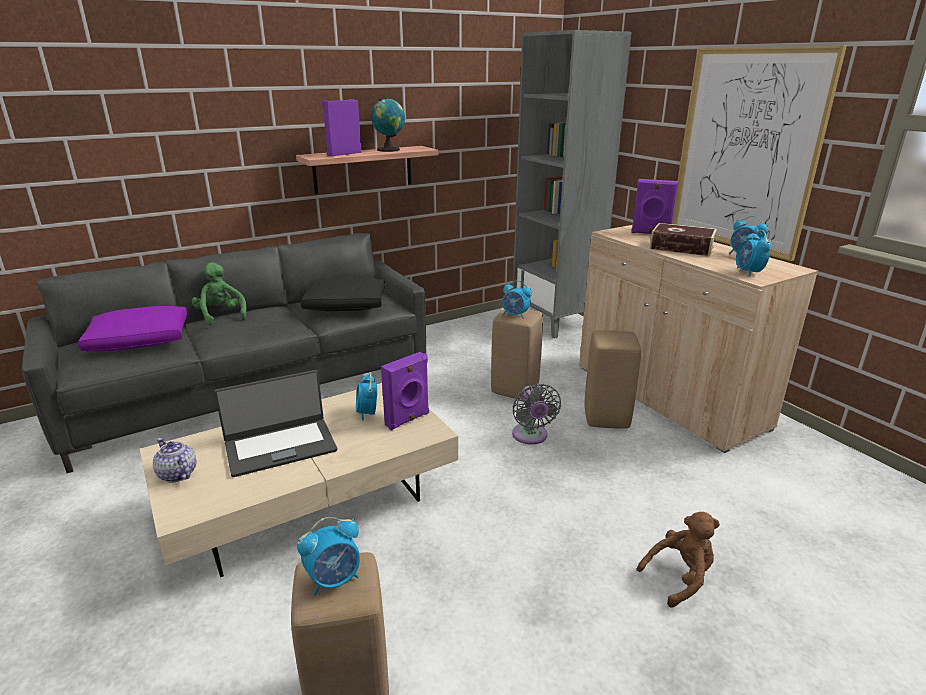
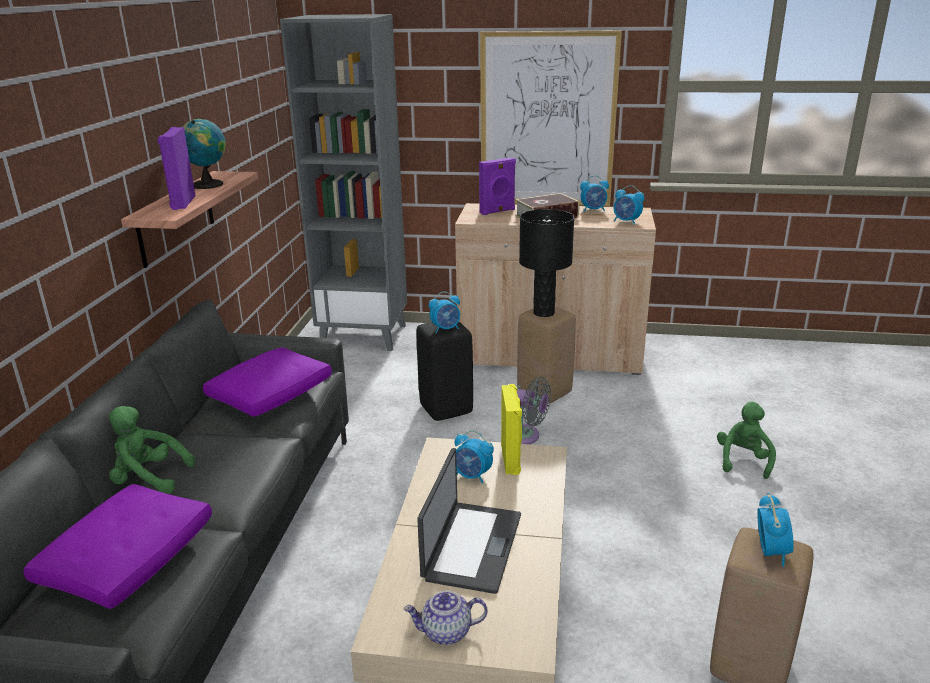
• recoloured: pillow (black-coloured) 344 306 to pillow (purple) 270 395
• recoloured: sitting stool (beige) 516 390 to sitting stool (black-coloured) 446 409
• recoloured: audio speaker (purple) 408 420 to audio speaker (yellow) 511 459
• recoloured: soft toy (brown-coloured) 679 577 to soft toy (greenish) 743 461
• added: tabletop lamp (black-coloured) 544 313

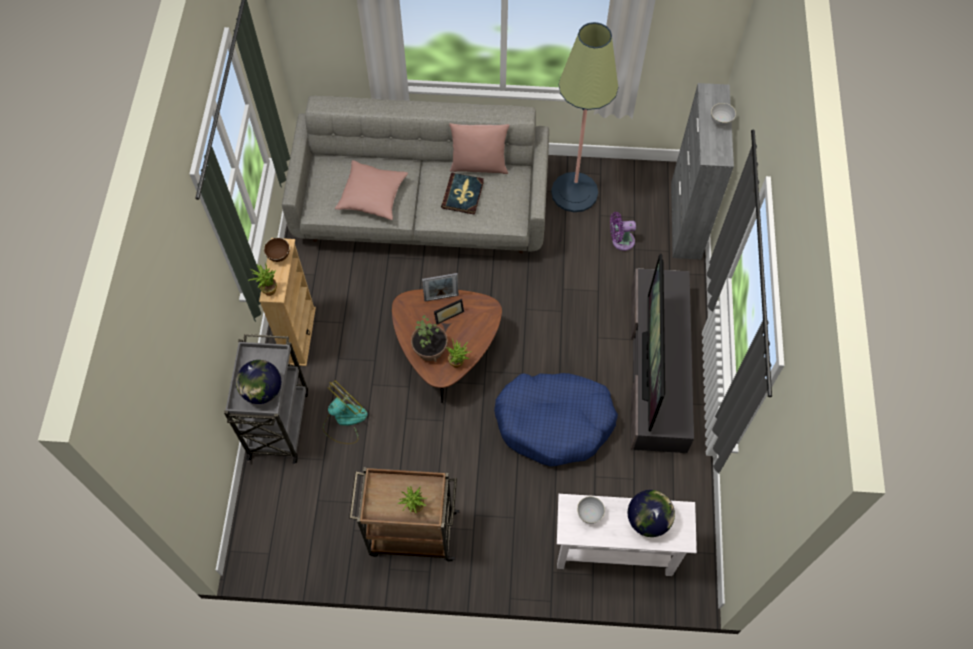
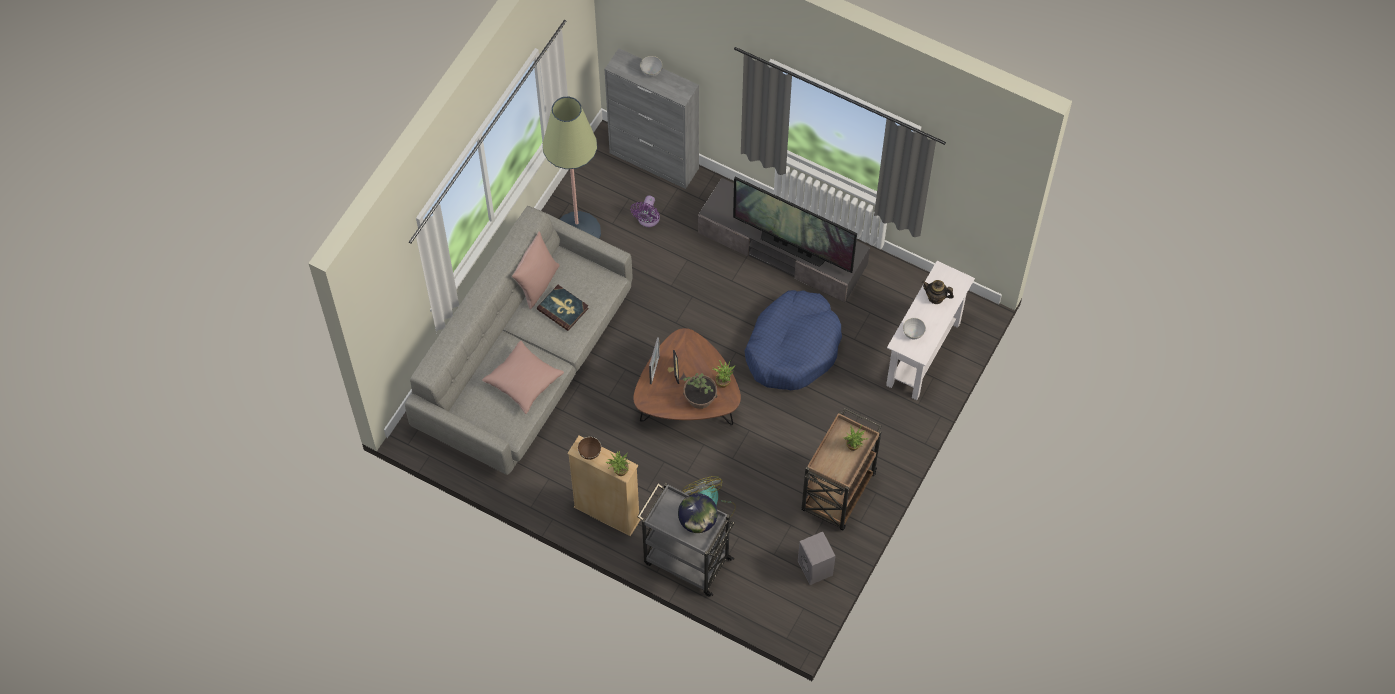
• replaced: world globe 647 520 to tea pot 936 297
• added: audio speaker (greyish) 816 568

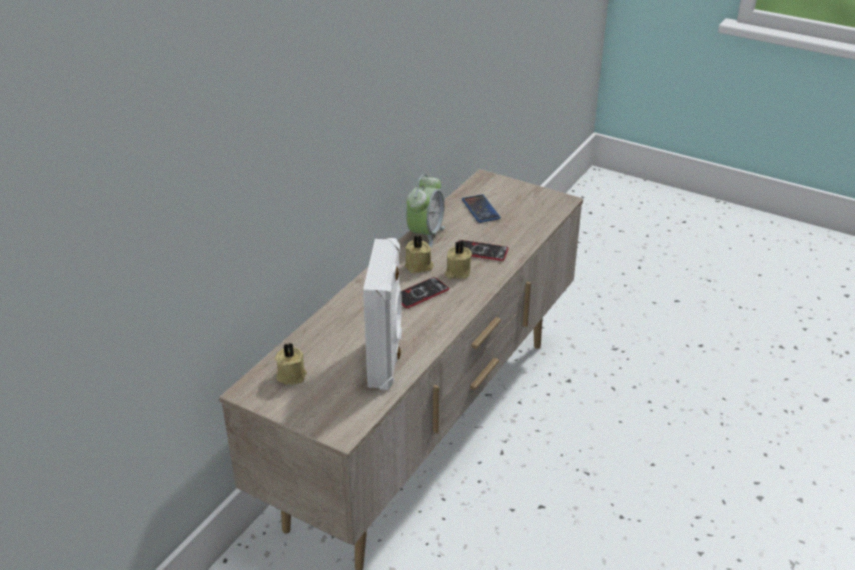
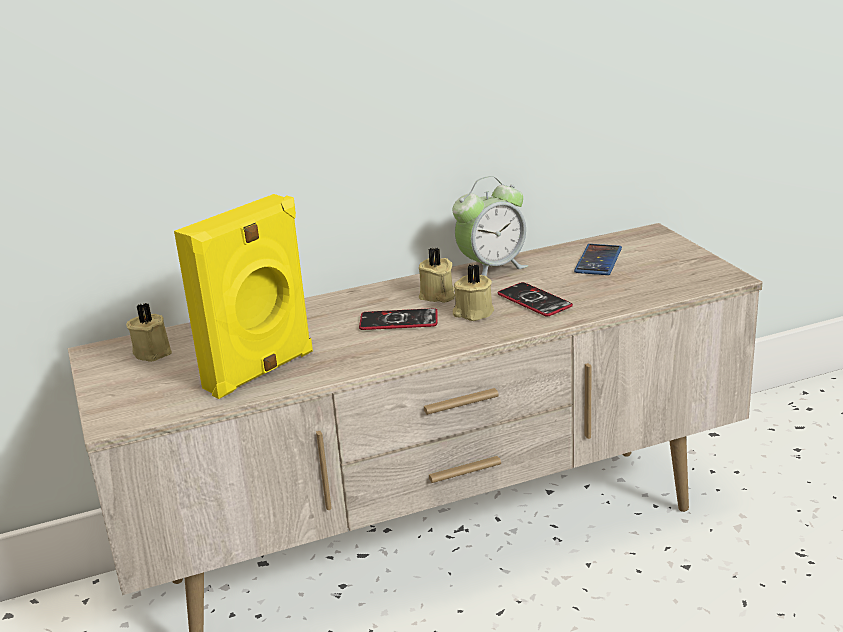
• recoloured: audio speaker (white-coloured) 386 360 to audio speaker (yellow) 261 371

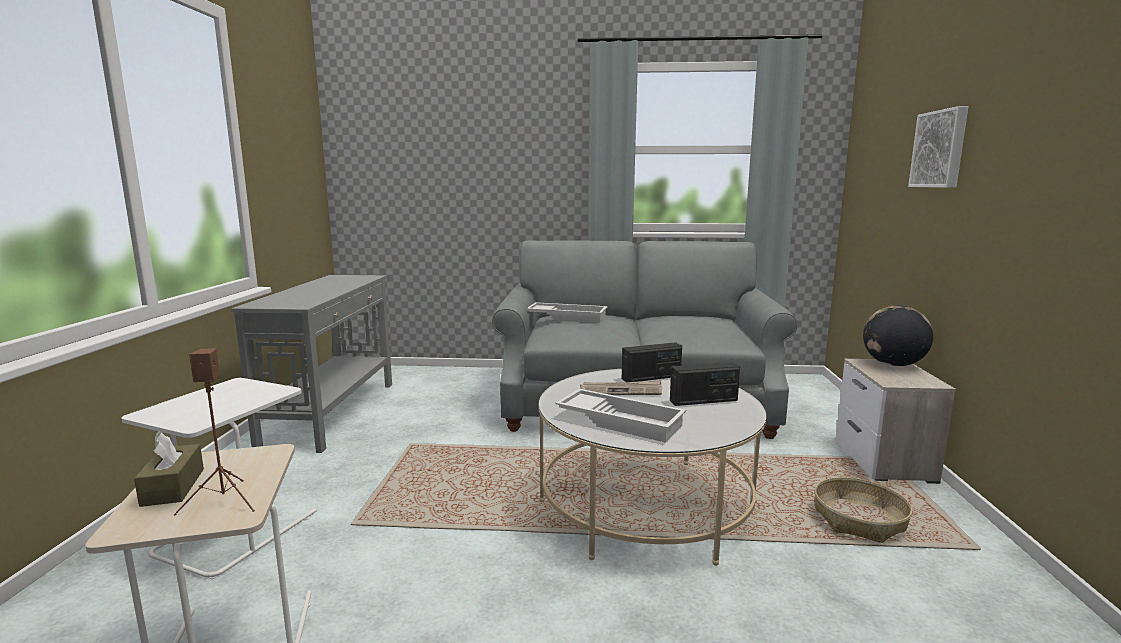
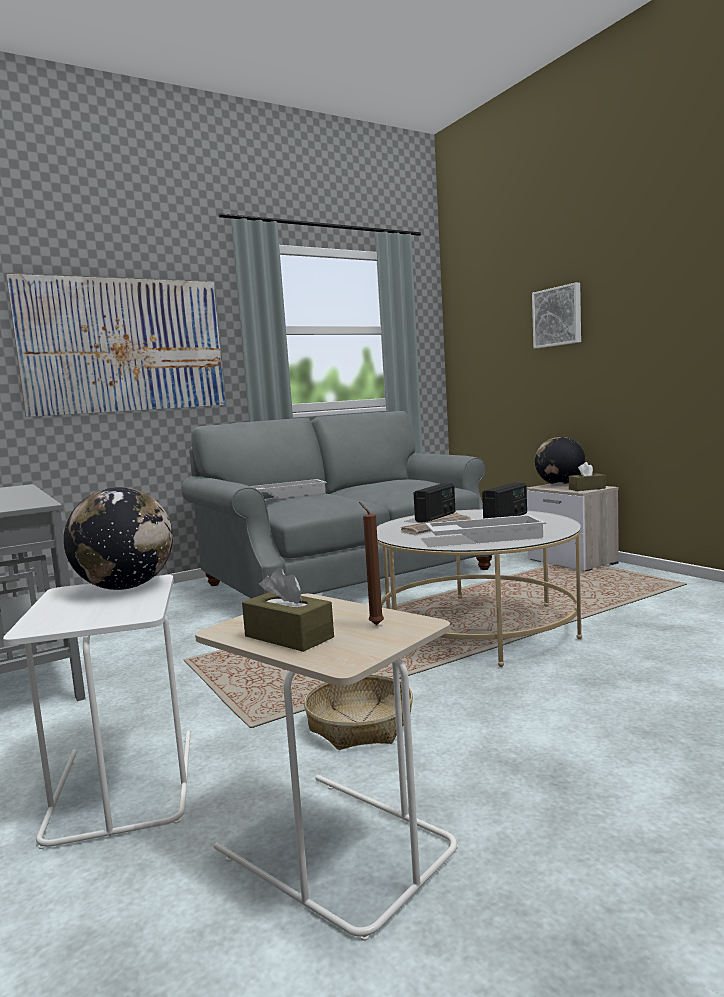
• replaced: audio speaker (brown-coloured) 225 501 to wax candle (brown-coloured) 374 624
• moved: storage basket 858 520 to 359 725
• added: picture 124 346
• added: box of tissues (brown-coloured) 587 488
• added: world globe 126 587

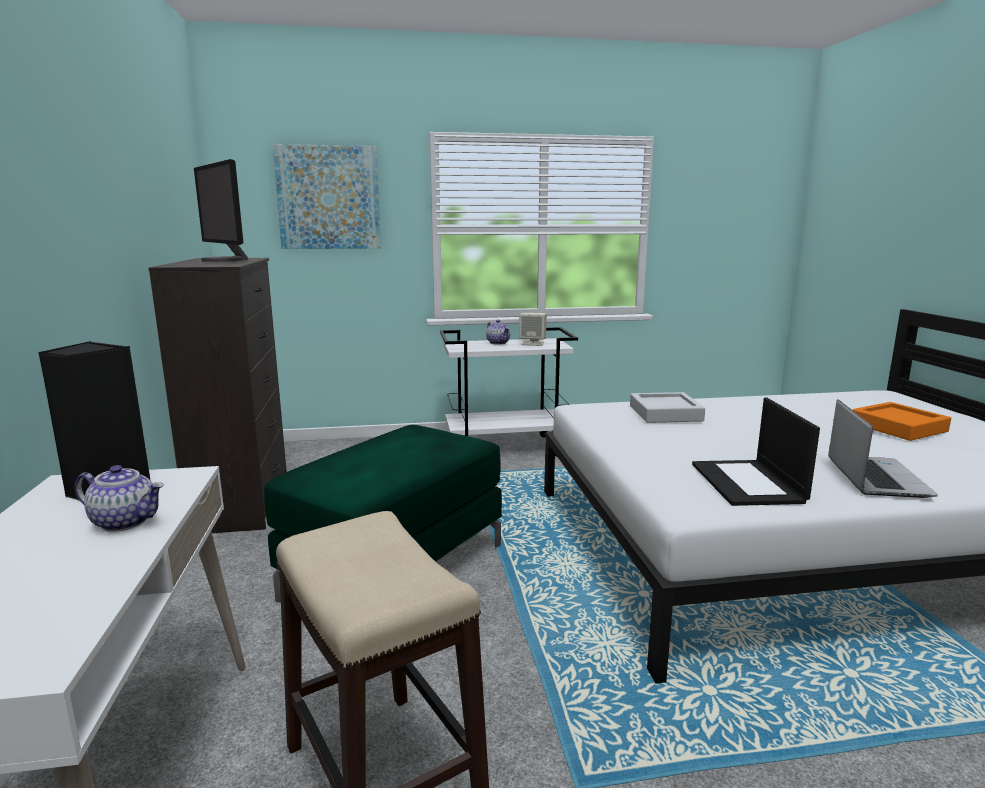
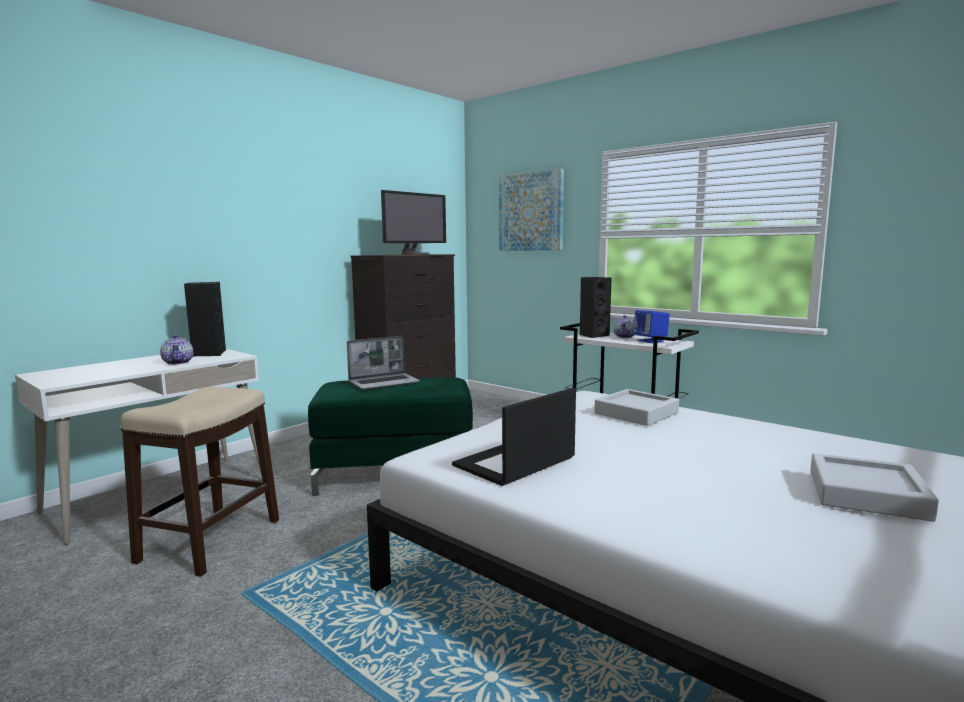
• turned: monitor 225 260 = 415 254 150 degrees counterclockwise
• recoloured: audio speaker (beige) 533 343 to audio speaker (blue-coloured) 650 341
• moved: notebook computer 875 477 to 384 383
• recoloured: tray (orangey) 898 427 to tray (greyish) 866 494
• added: audio speaker (black-coloured) 593 335

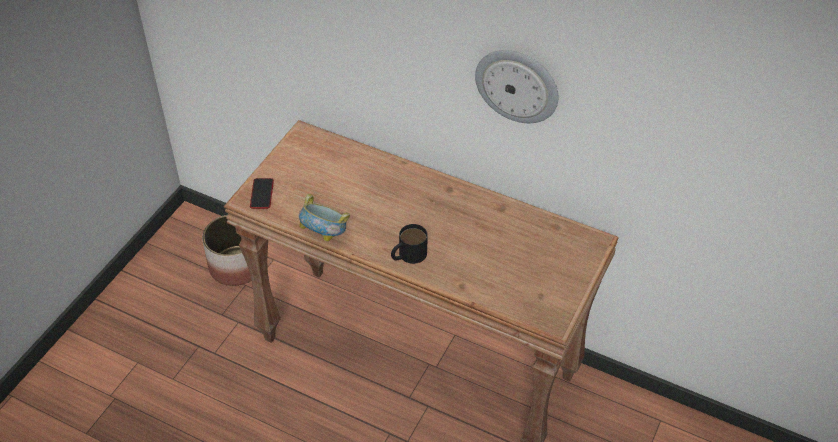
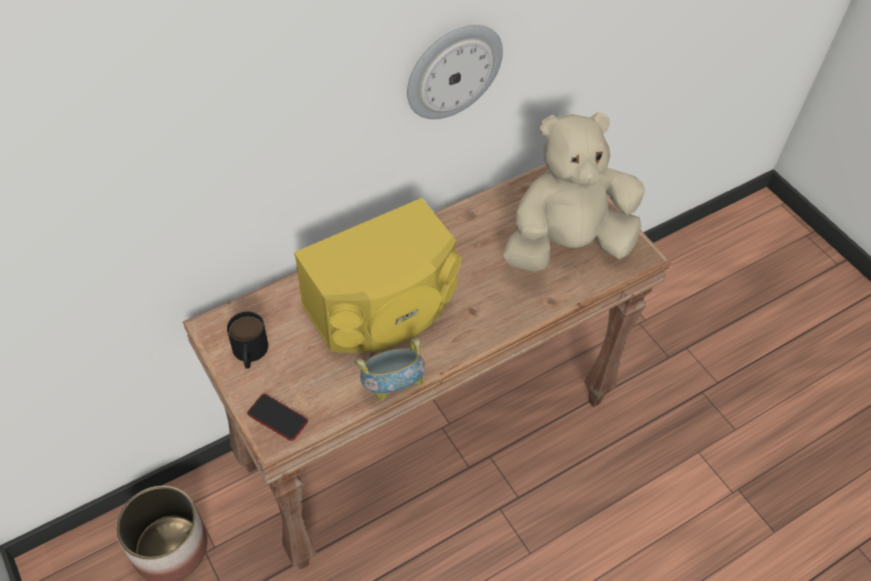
• moved: tea mug (black-coloured) 408 255 to 249 353
• added: soft toy (beige) 566 245
• added: audio speaker (yellow) 383 308

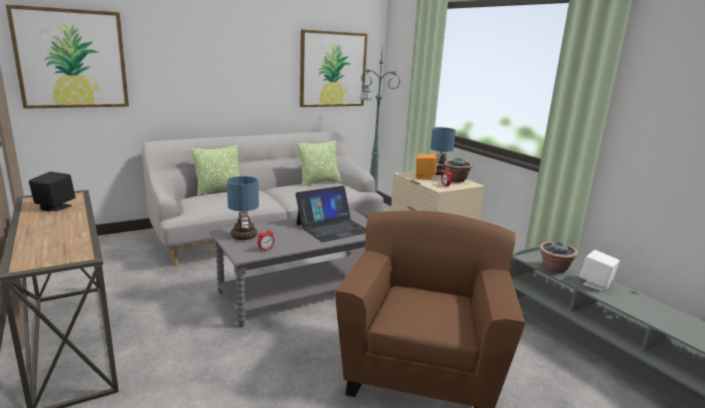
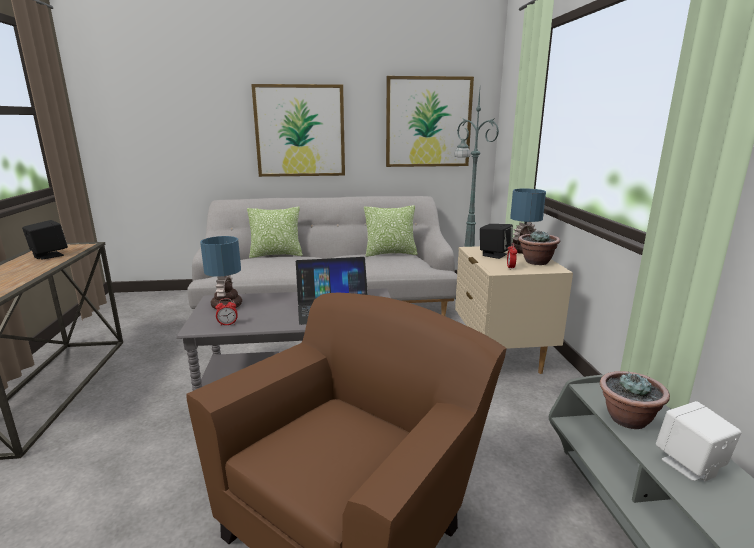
• moved: picture 72 59 to 300 131
• recoloured: audio speaker (orangey) 424 177 to audio speaker (black-coloured) 494 255

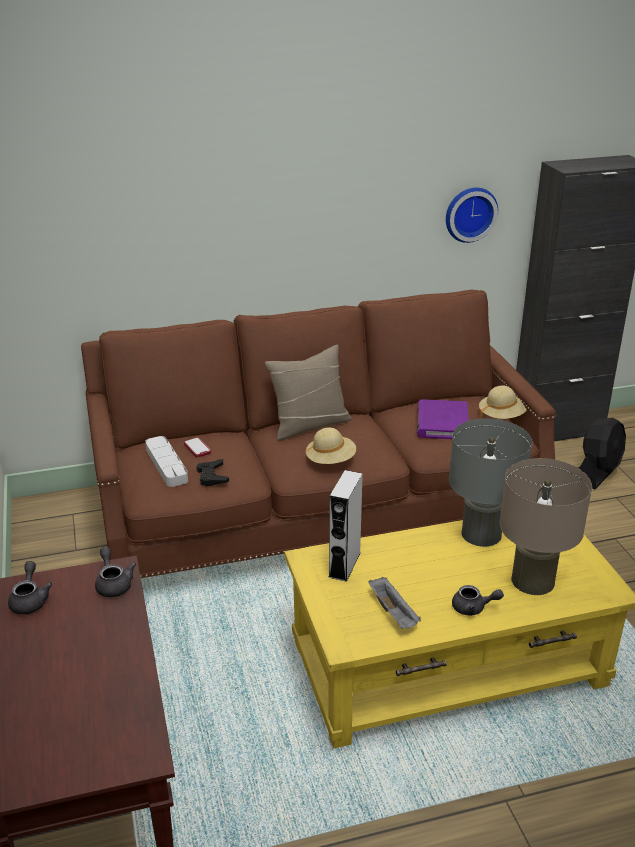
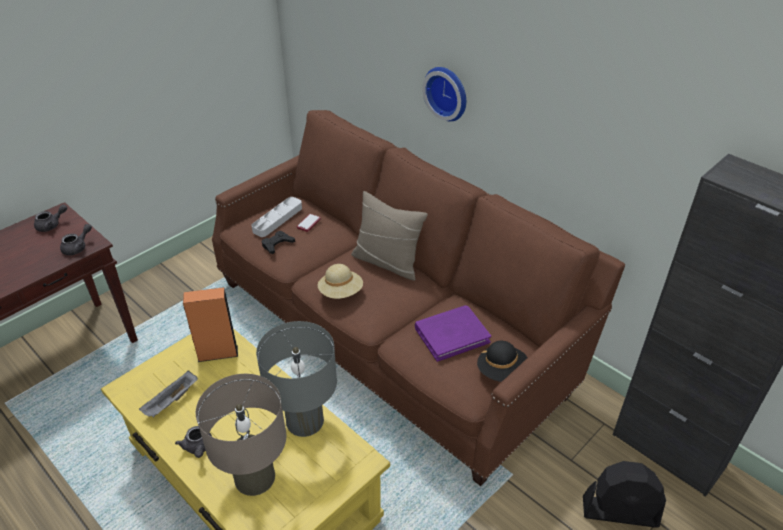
• moved: wall clock 469 213 to 448 92
• recoloured: wearable hat (beige) 501 416 to wearable hat (black-coloured) 501 371
• recoloured: audio speaker (greyish) 344 565 to audio speaker (orangey) 217 353

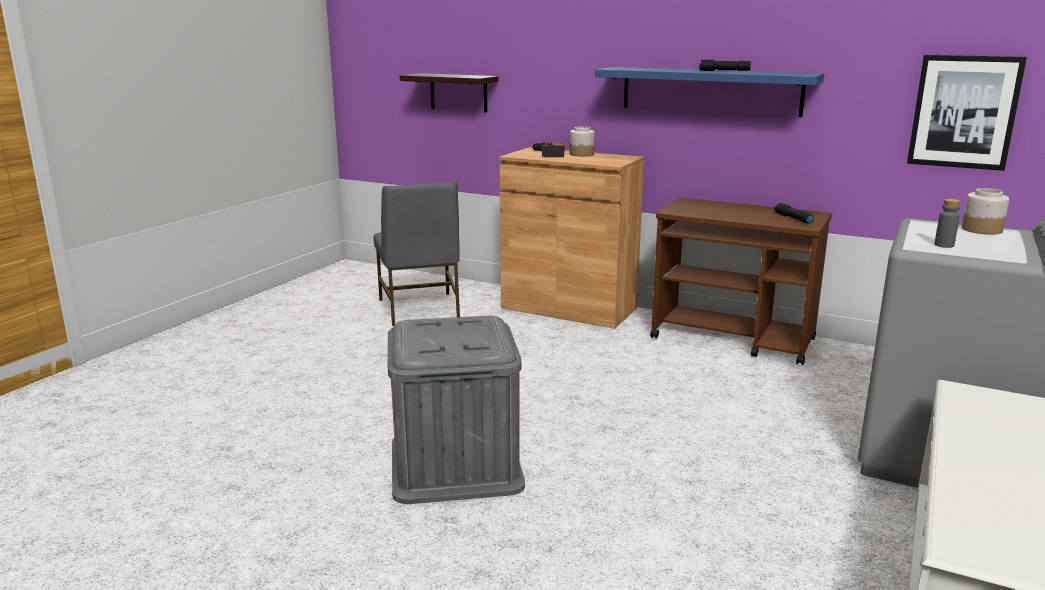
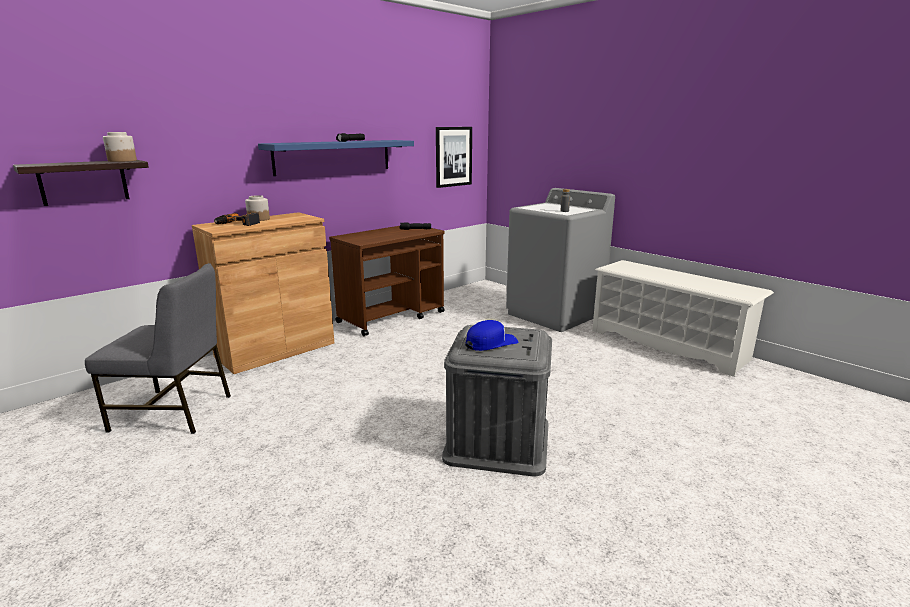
• moved: jar 981 230 to 122 161
• added: baseball cap (blue-coloured) 491 343

